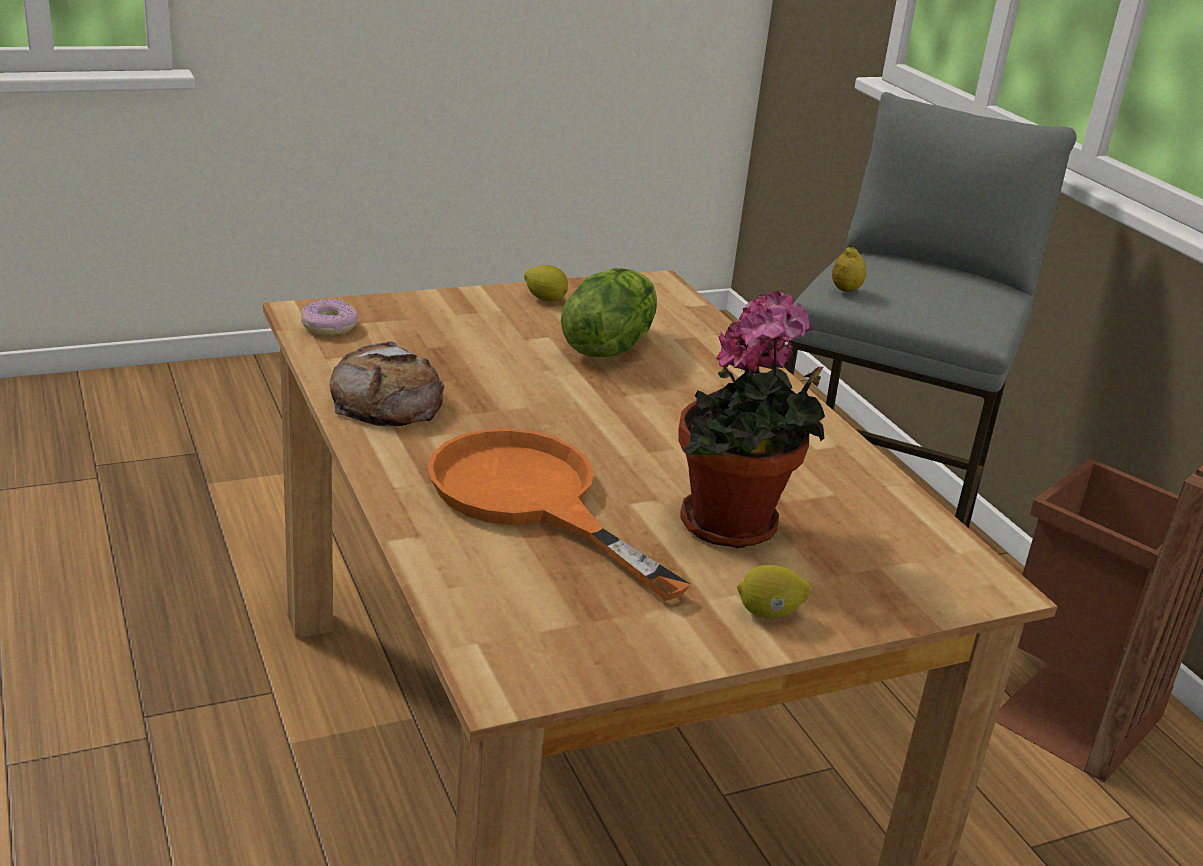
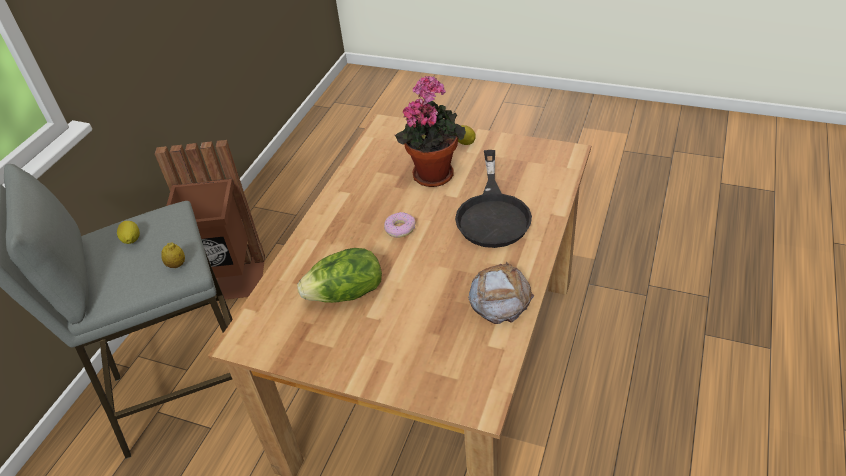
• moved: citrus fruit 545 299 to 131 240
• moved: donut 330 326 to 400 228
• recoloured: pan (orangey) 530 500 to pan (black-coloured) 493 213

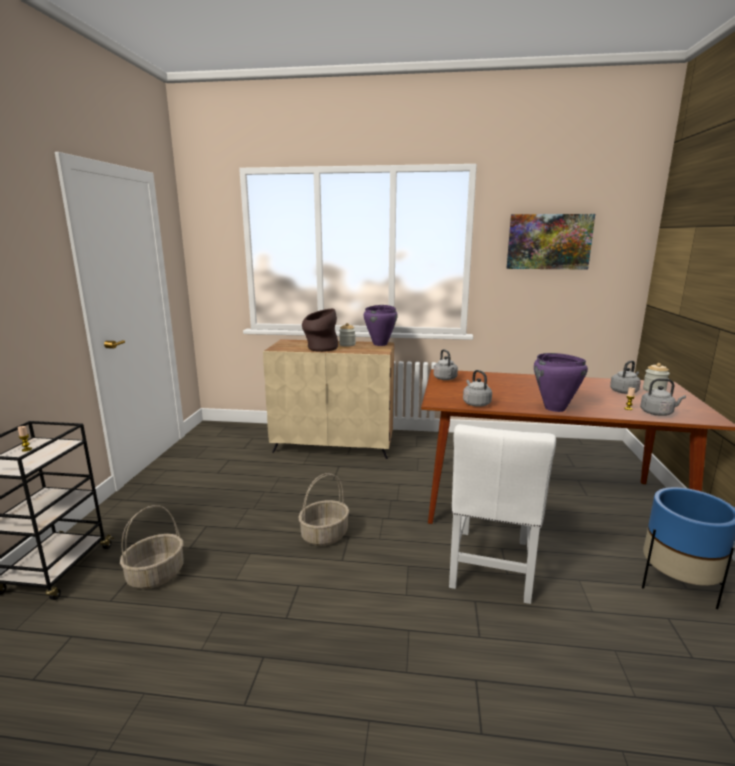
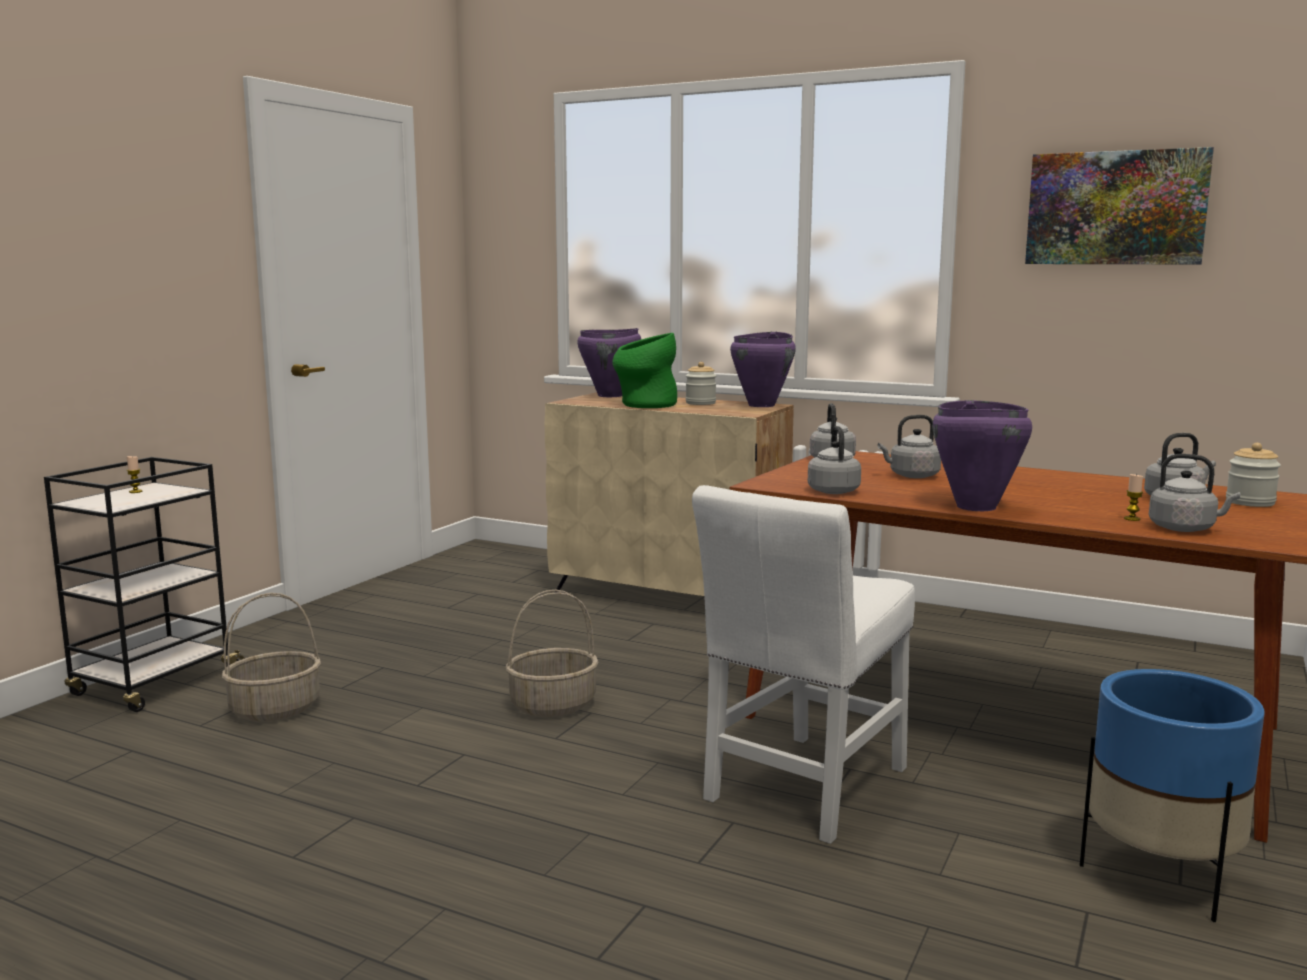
• recoloured: flower vase (brown-coloured) 320 348 to flower vase (greenish) 644 405
• added: saucepot (purple) 610 396
• added: tea kettle (greyish) 911 476

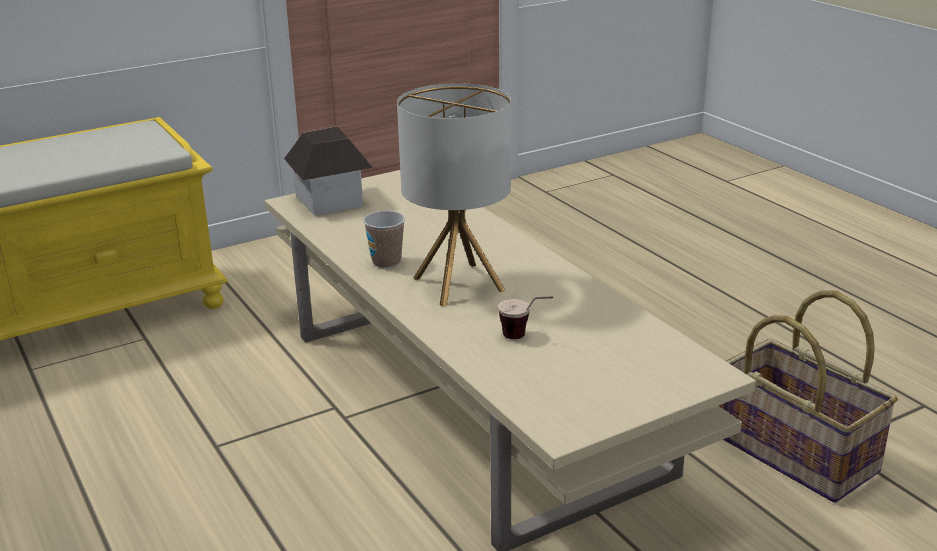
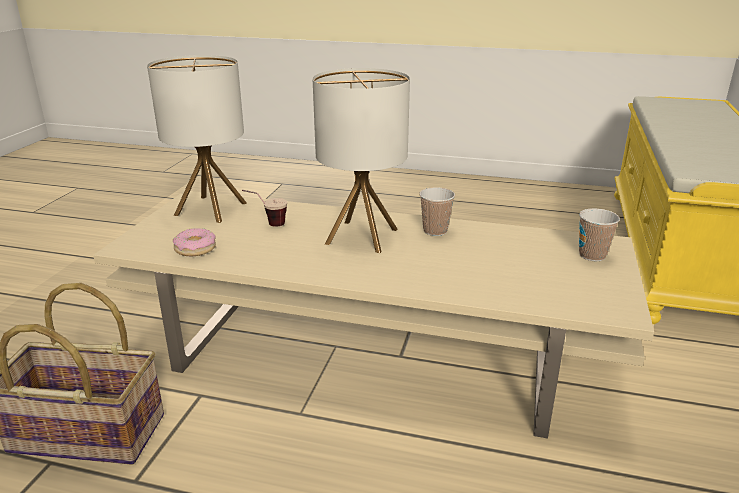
• replaced: model house 330 201 to drinking cup 592 255
• added: tabletop lamp 210 209
• added: donut 195 248

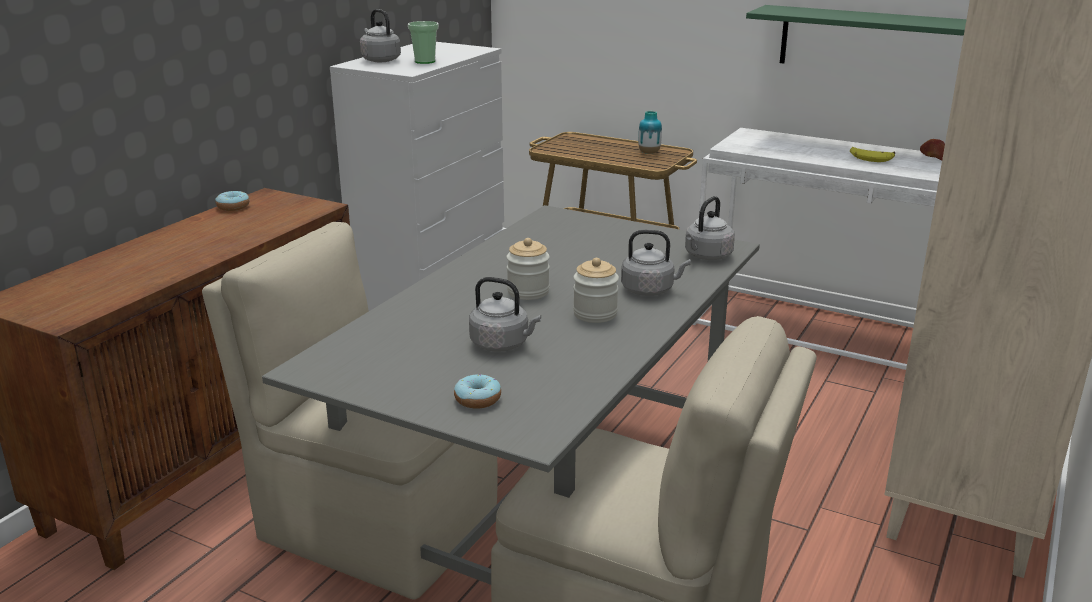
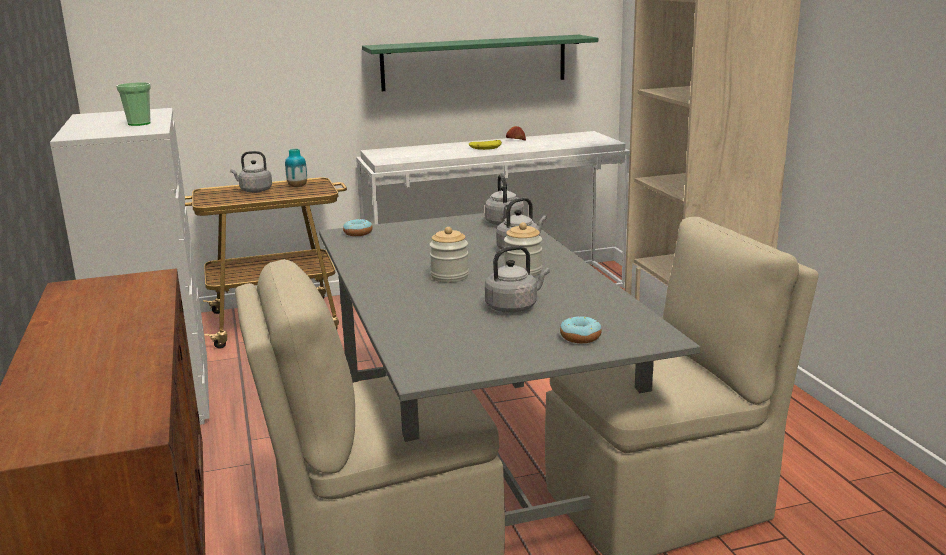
• moved: tea kettle (greyish) 380 60 to 254 190
• moved: donut 233 207 to 358 233

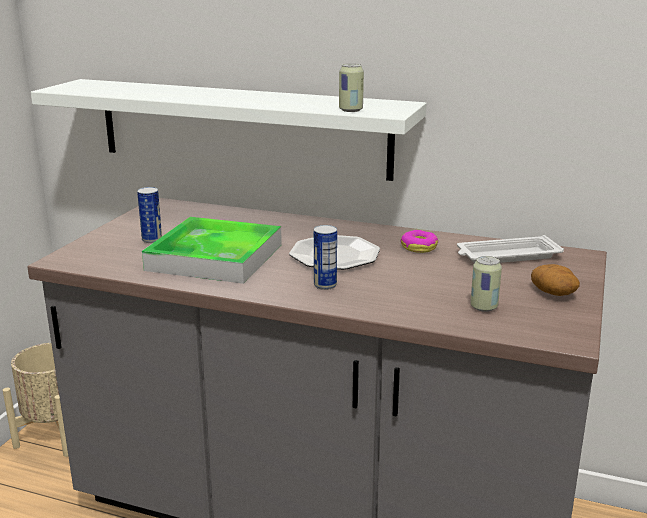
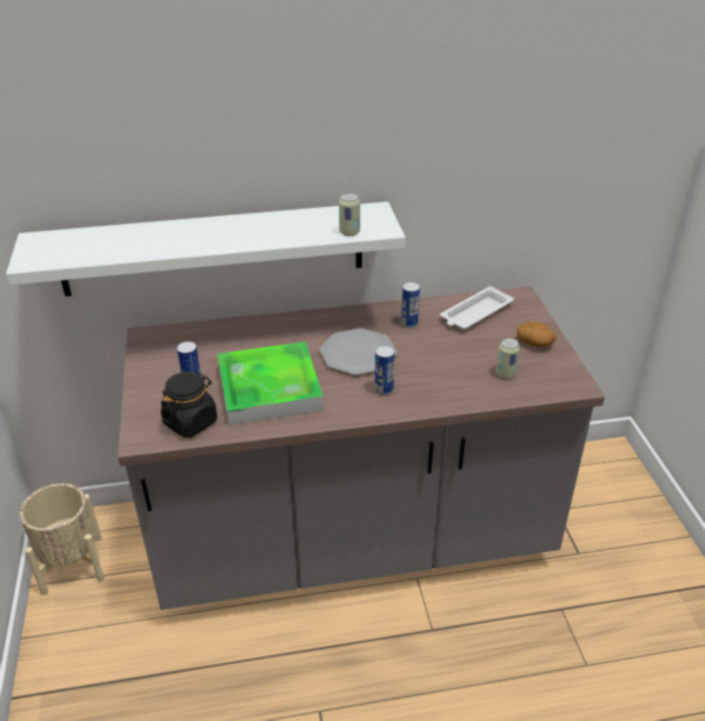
• replaced: donut 419 247 to can 409 323
• added: jar (black-coloured) 191 422

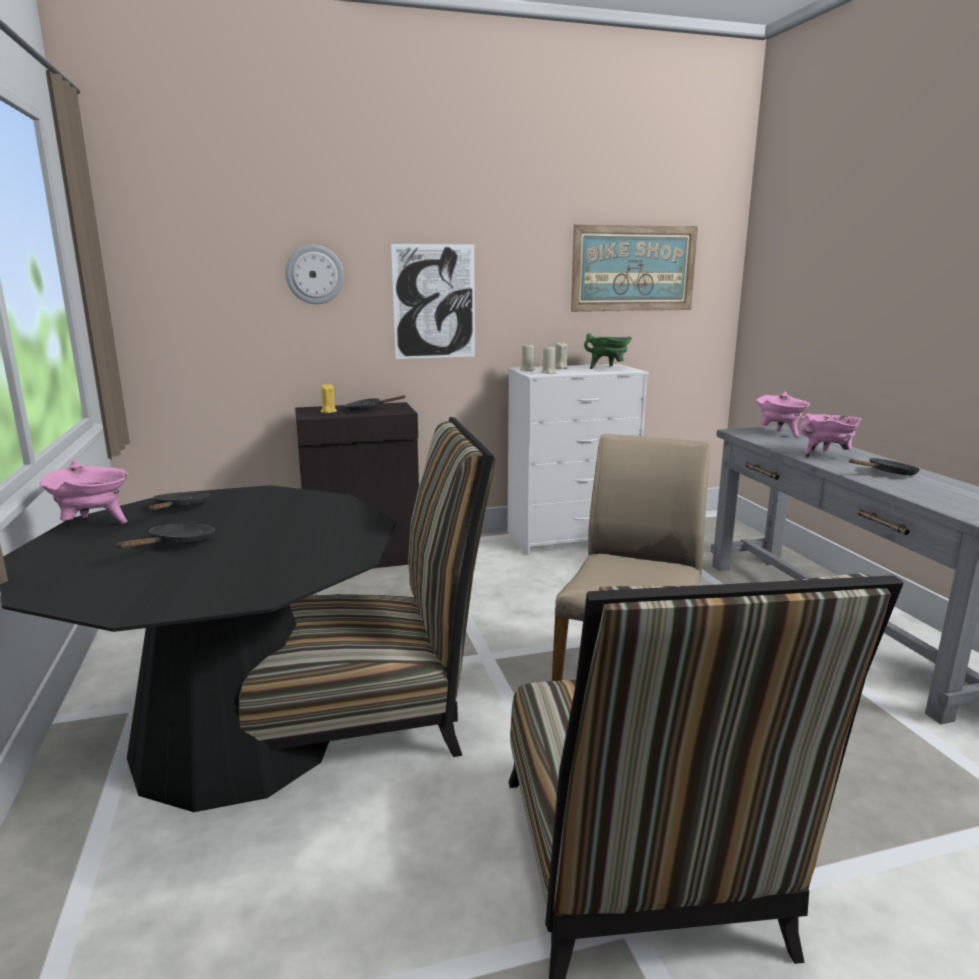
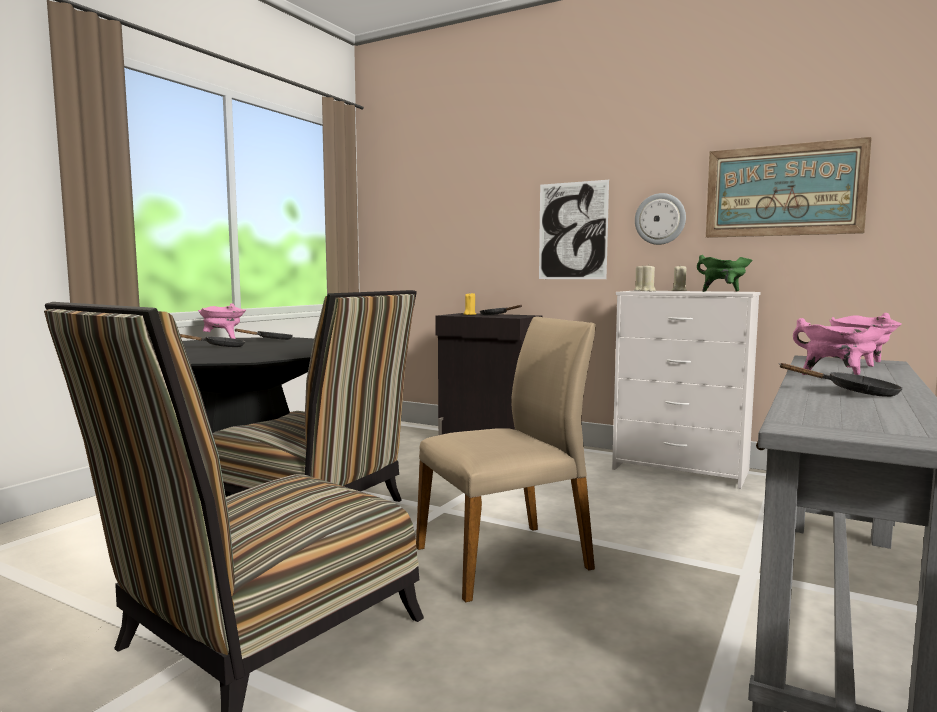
• moved: wall clock 315 274 to 660 219

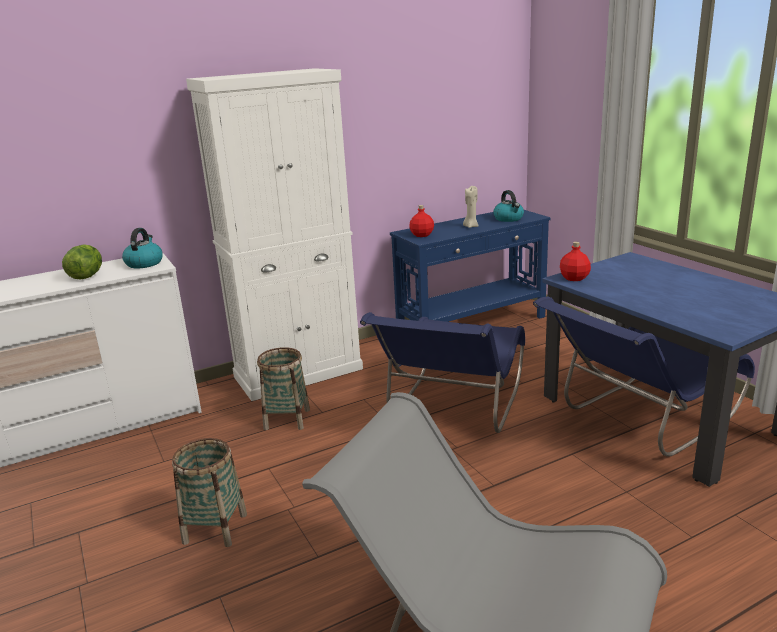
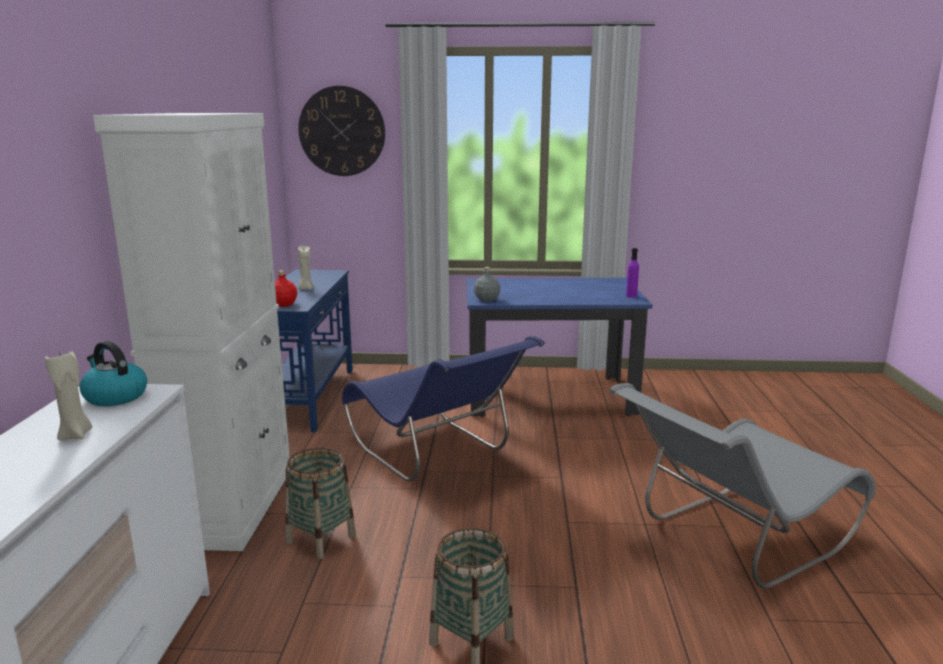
• removed: tea kettle 509 219
• recoloured: beverage bottle (red-coloured) 573 278 to beverage bottle (greyish) 486 299
• replaced: lettuce head 87 276 to wax candle (beige) 76 435
• removed: plain chair (blue-coloured) 639 422
• added: wall clock 342 131
• added: beverage bottle (purple) 631 296

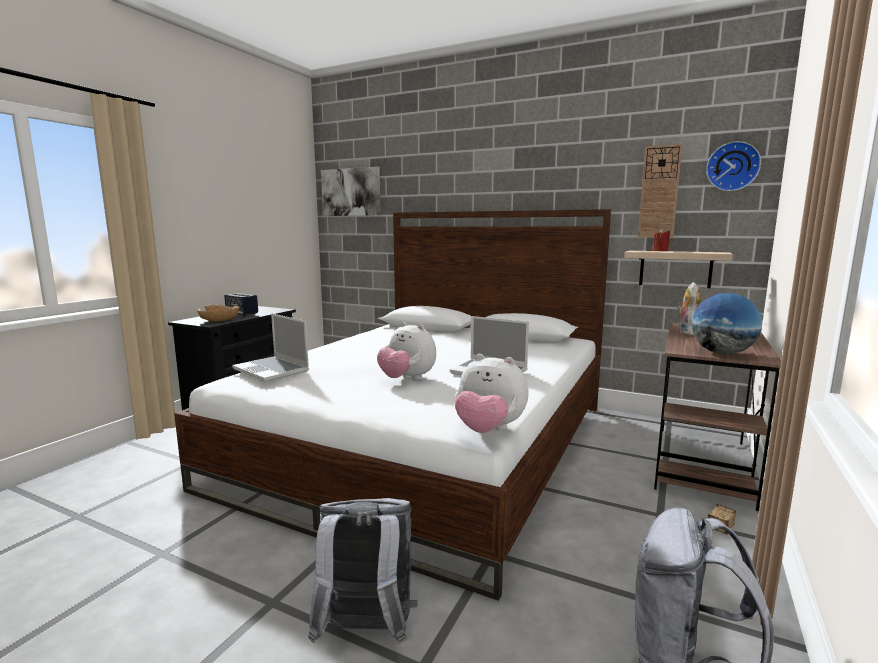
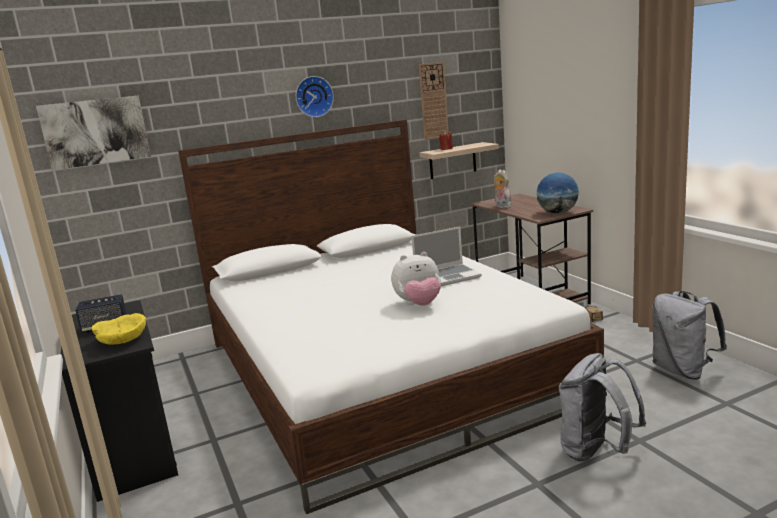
• moved: wall clock 732 166 to 313 96
• recoloured: serving bowl (brown-coloured) 219 320 to serving bowl (yellow) 123 340
• removed: notebook computer 272 370
• removed: soft toy 489 430

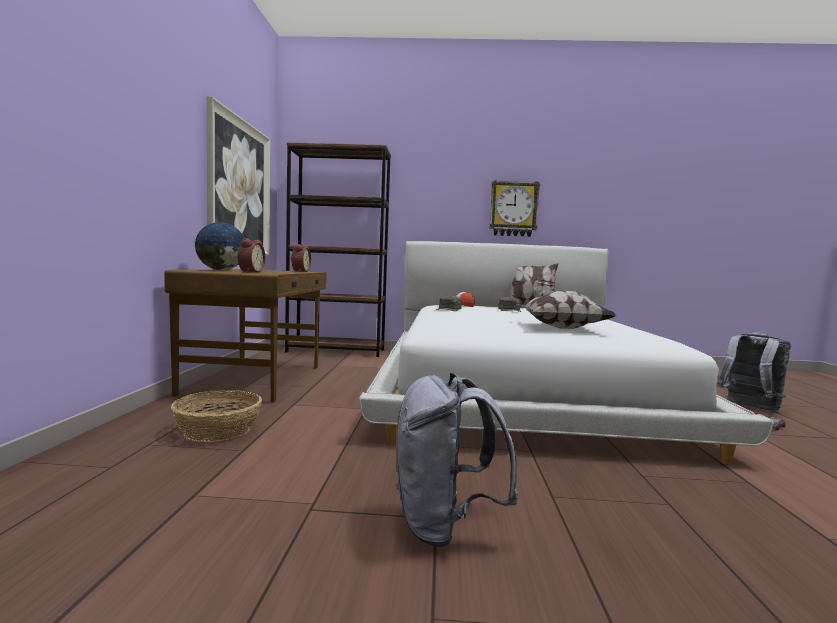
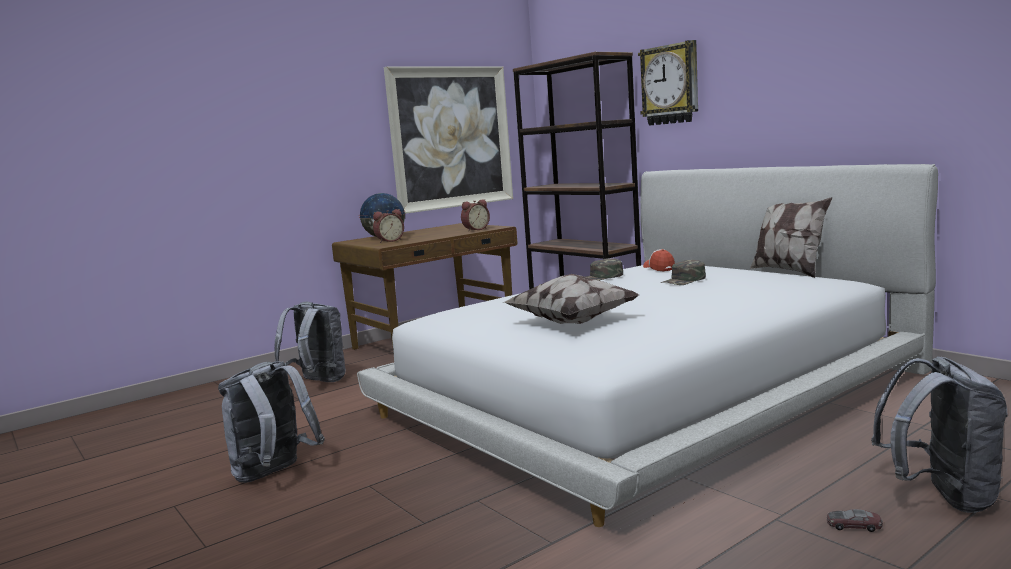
• moved: wall clock 513 209 to 670 84
• replaced: storage basket 217 431 to rucksack (greyish) 317 382

